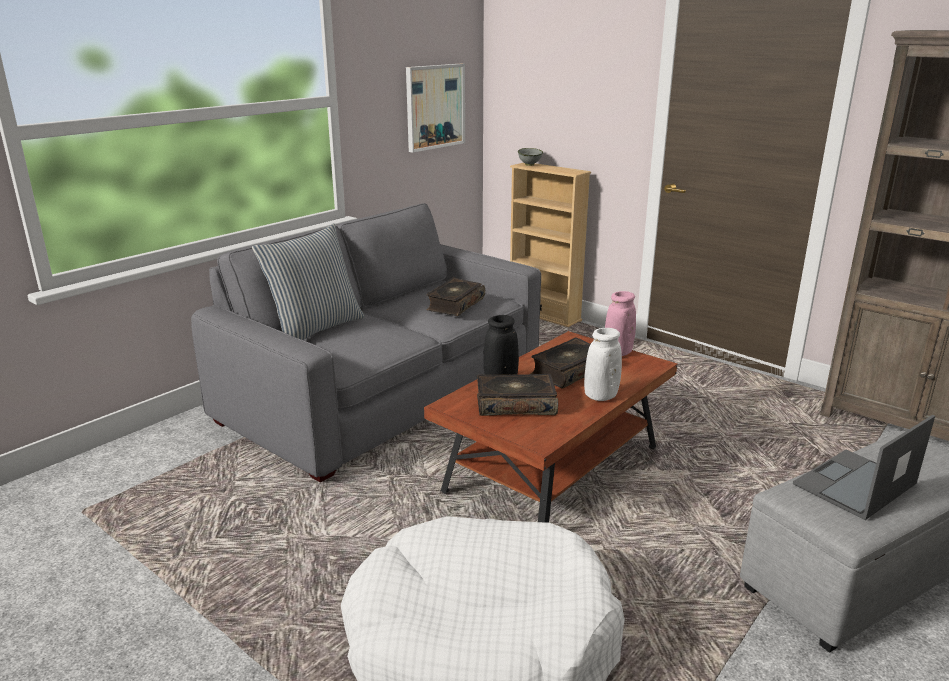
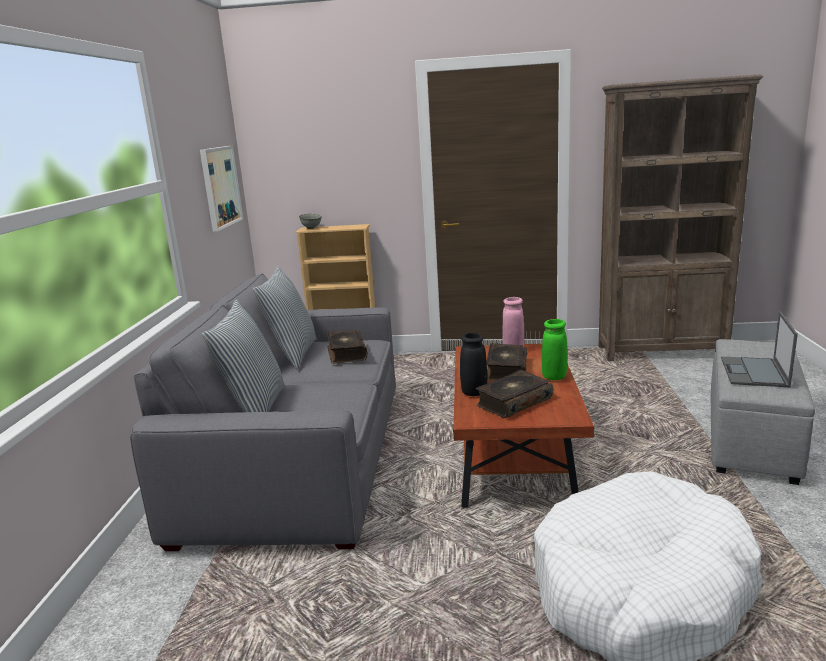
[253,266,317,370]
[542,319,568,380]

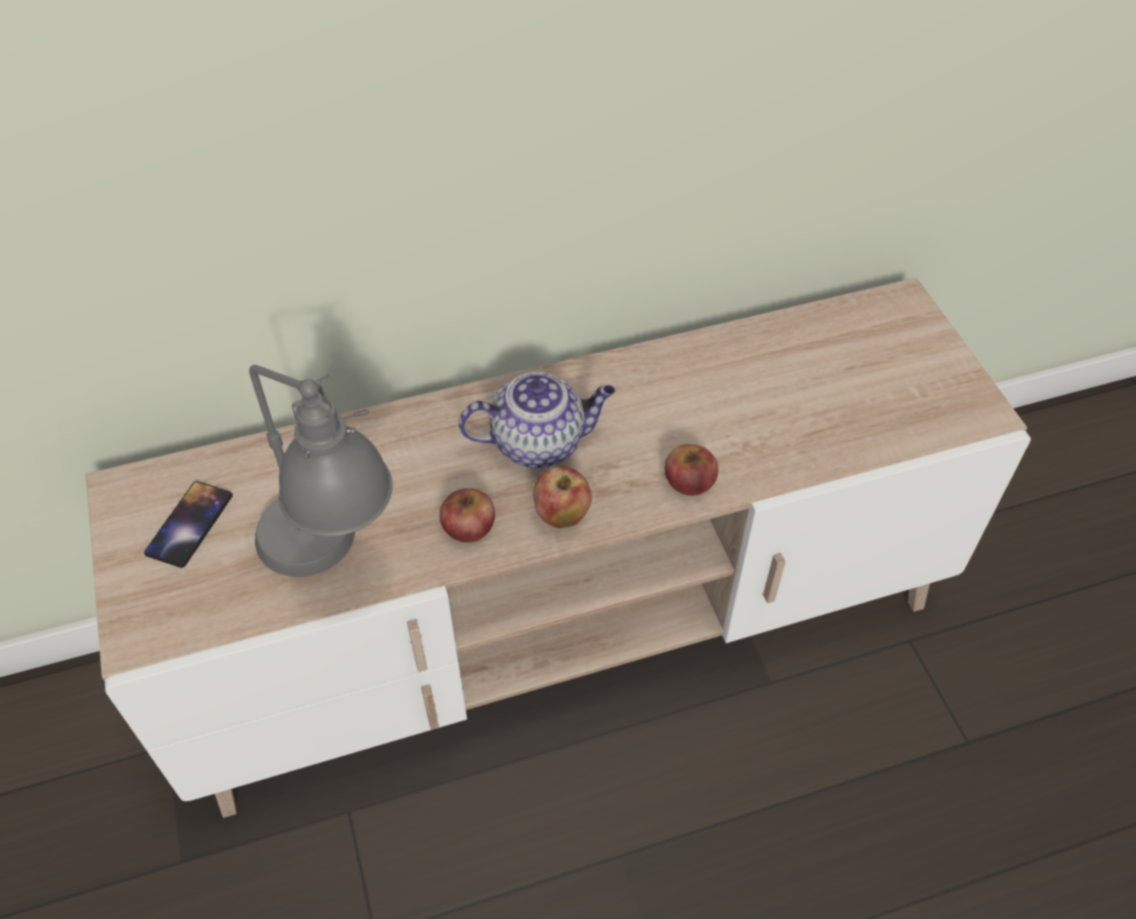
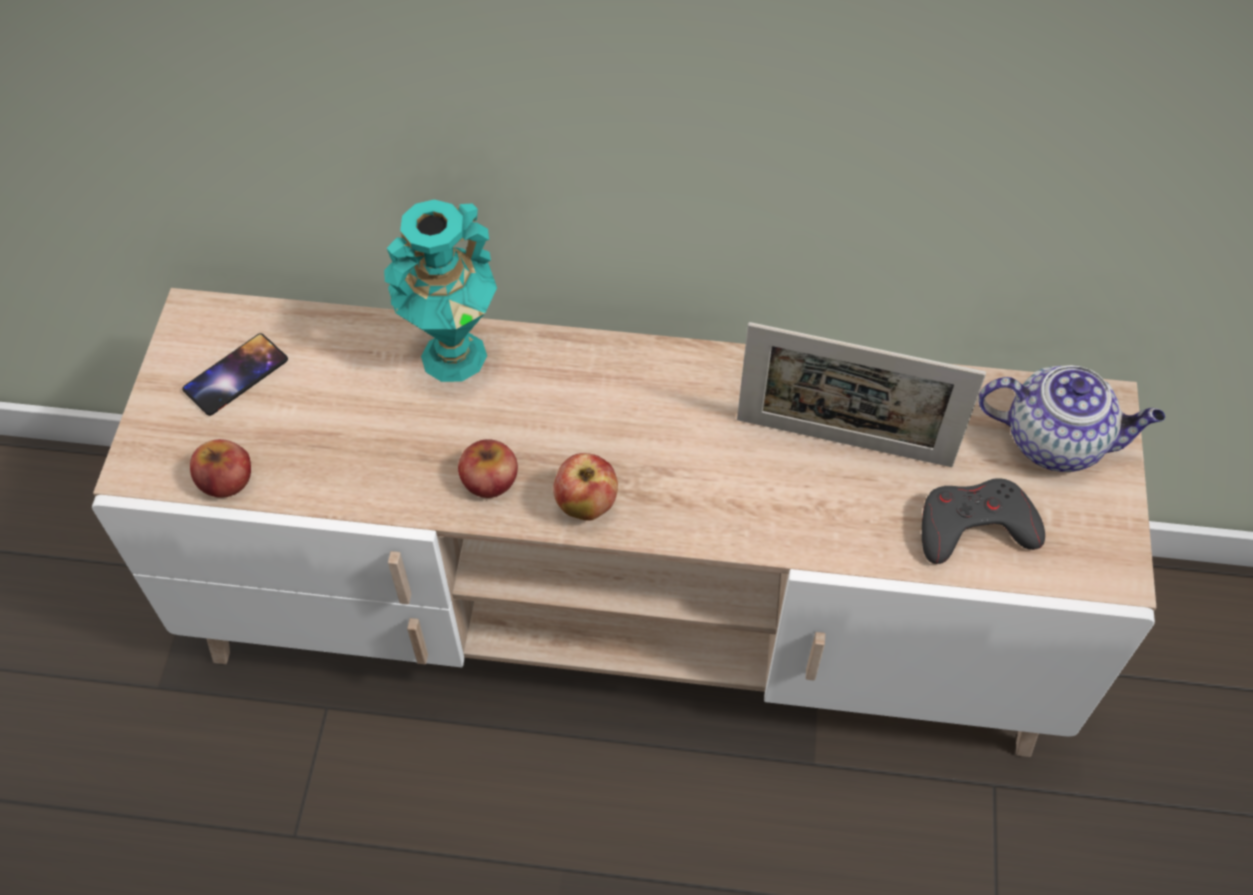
[249,365,393,577] (first image)
[384,199,497,382]
[737,322,986,467]
[922,478,1045,564]
[978,365,1165,472]
[190,439,251,498]

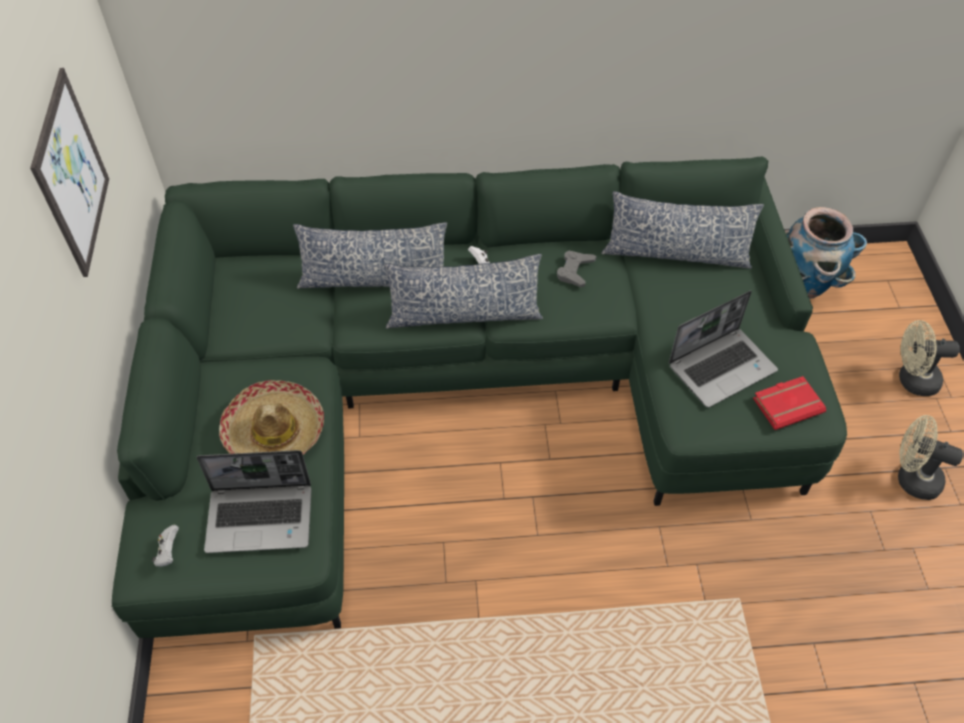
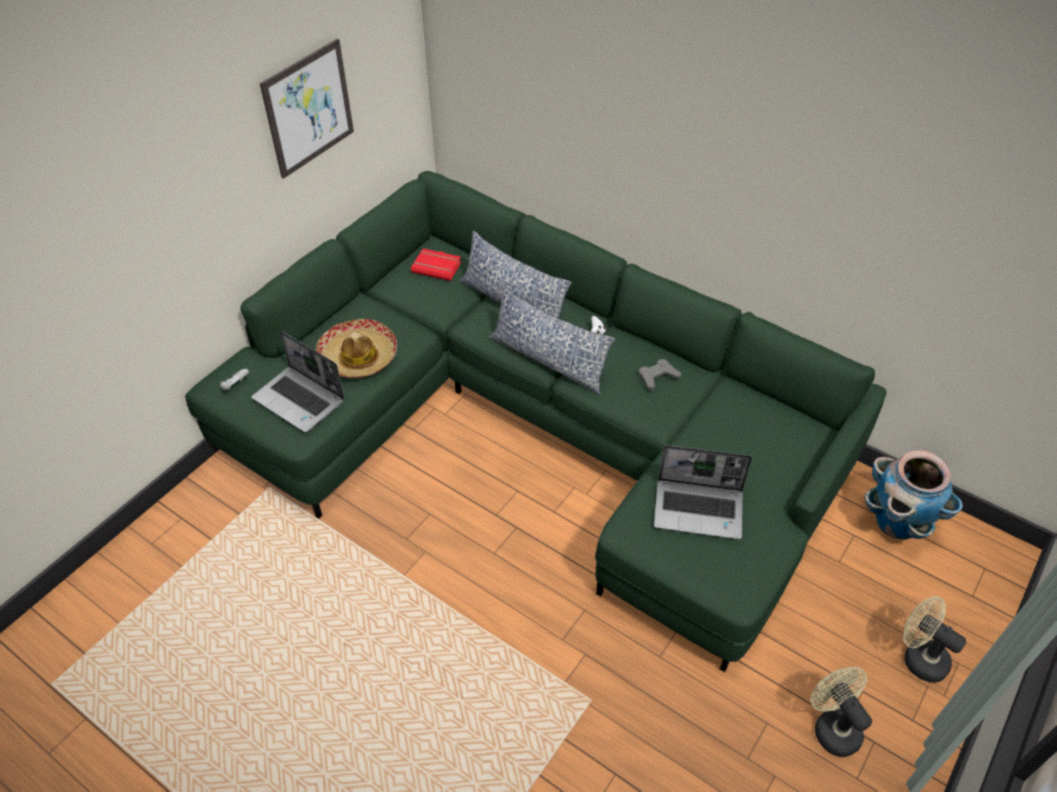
[601,191,764,269] (first image)
[411,249,461,281]

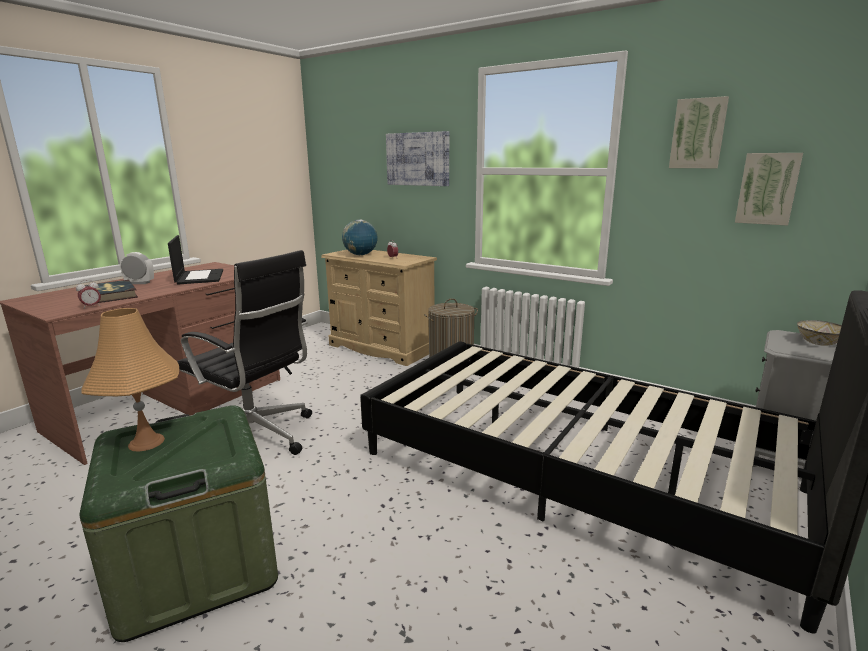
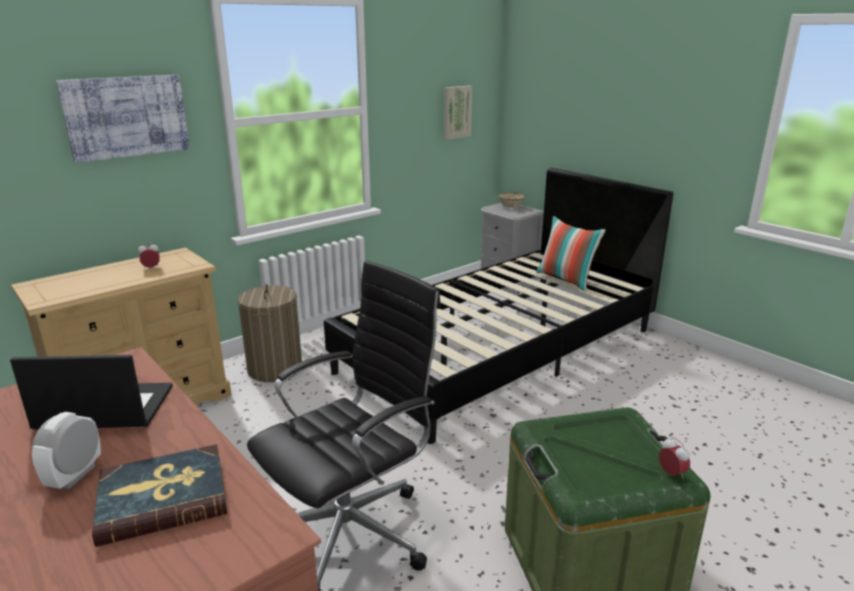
[81,308,179,452] (first image)
[342,219,378,255] (first image)
[669,96,729,168] (first image)
[536,216,606,291]
[659,437,690,479]

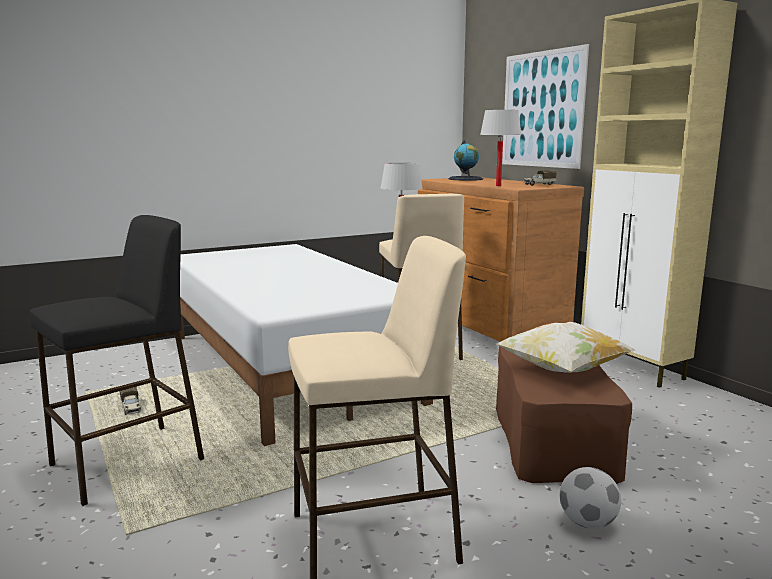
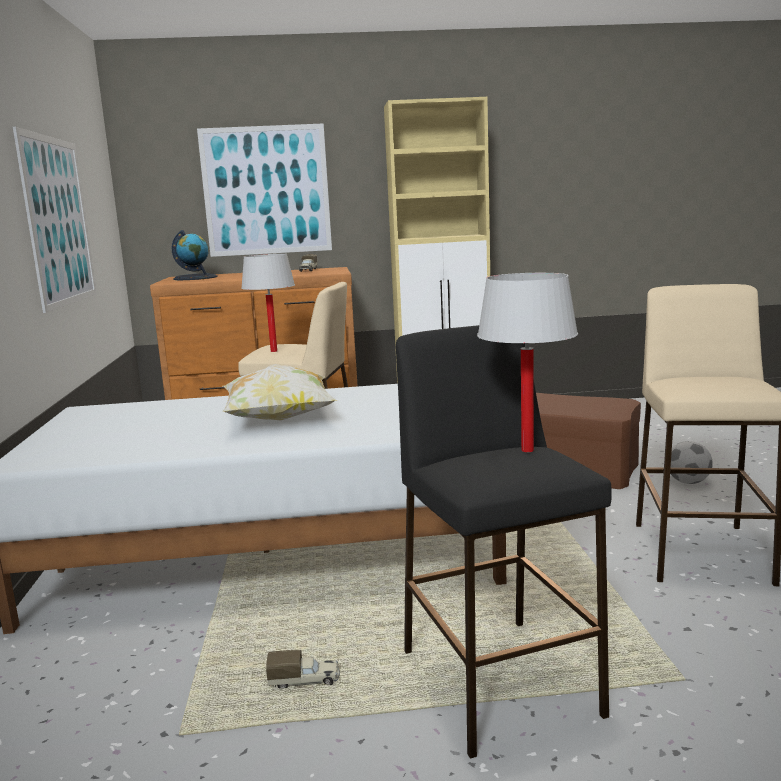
[13,127,97,313]
[477,273,578,452]
[222,364,337,420]

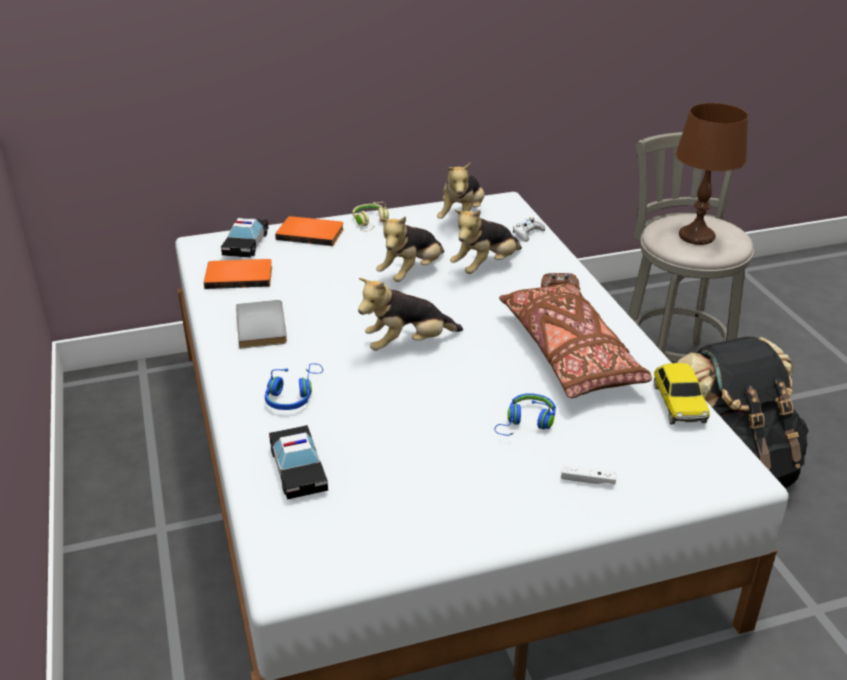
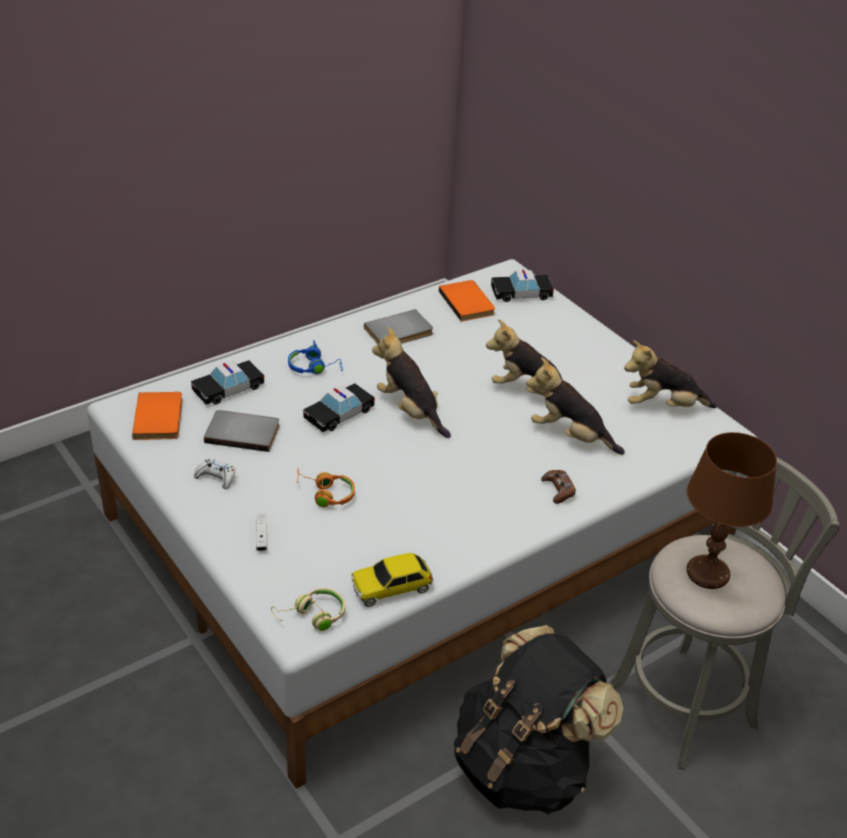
[499,283,652,398] (first image)
[204,410,280,452]
[303,383,375,432]
[132,392,182,440]
[271,588,345,631]
[194,459,235,489]
[297,470,355,507]

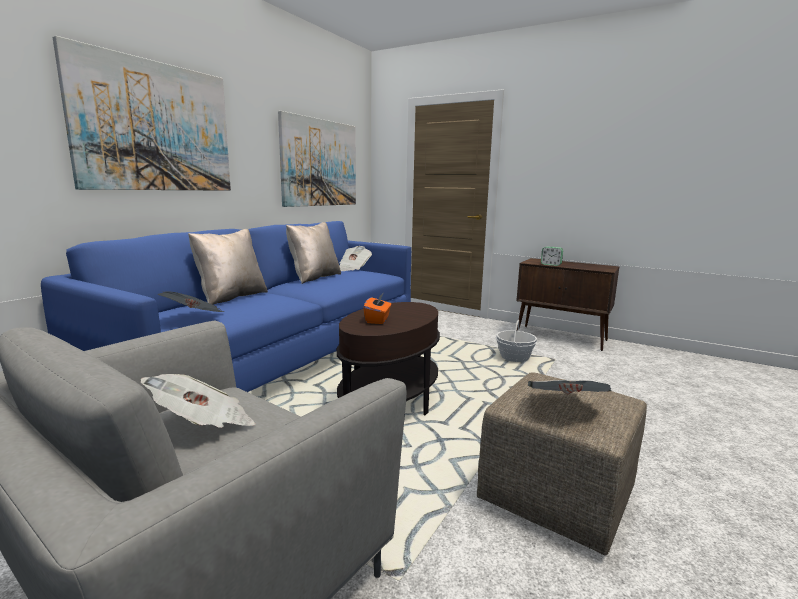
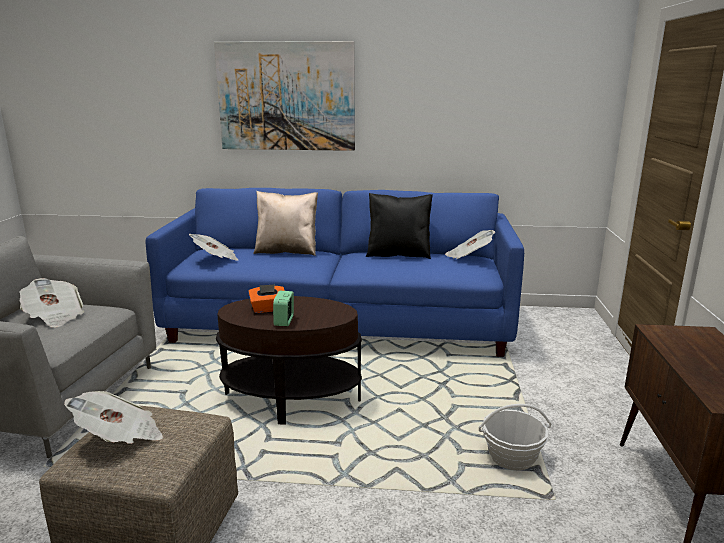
[278,111,356,207] (first image)
[273,291,294,326]
[366,193,433,259]

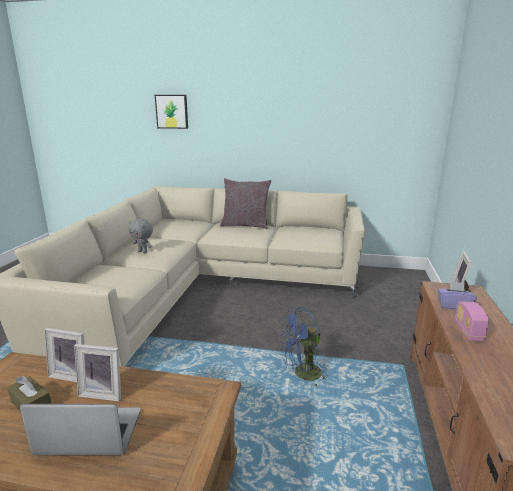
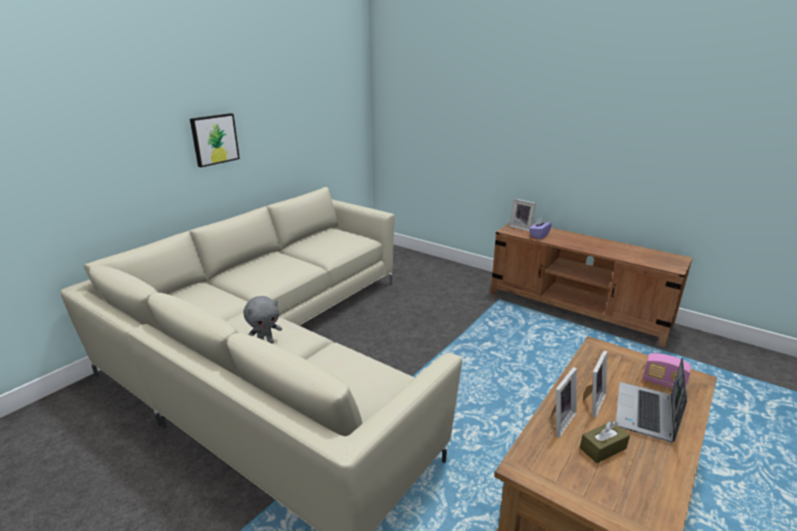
[220,178,271,229] (first image)
[279,307,329,386] (first image)
[190,113,240,167]
[643,353,691,389]

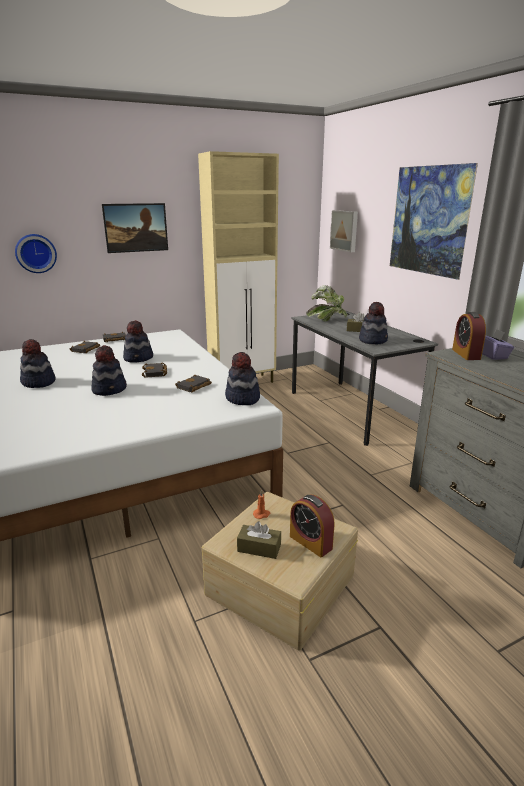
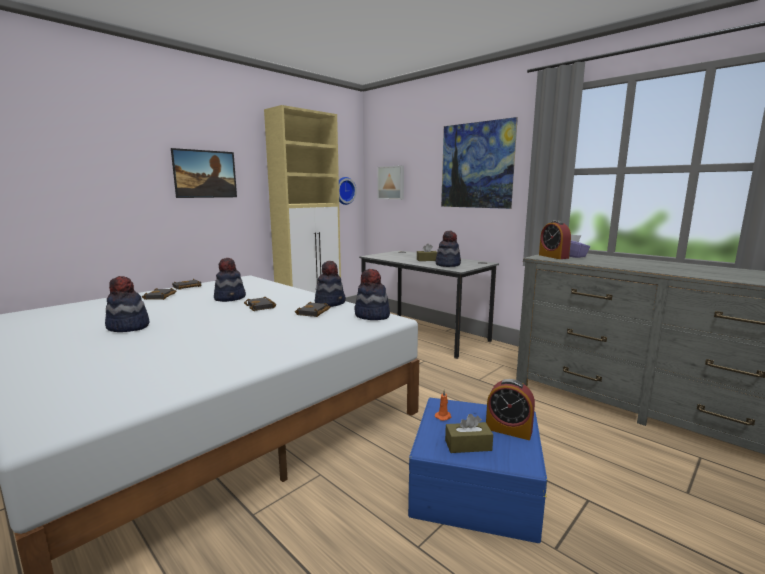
[306,285,348,321] (first image)
[339,177,357,205]
[315,261,346,307]
[408,398,547,543]

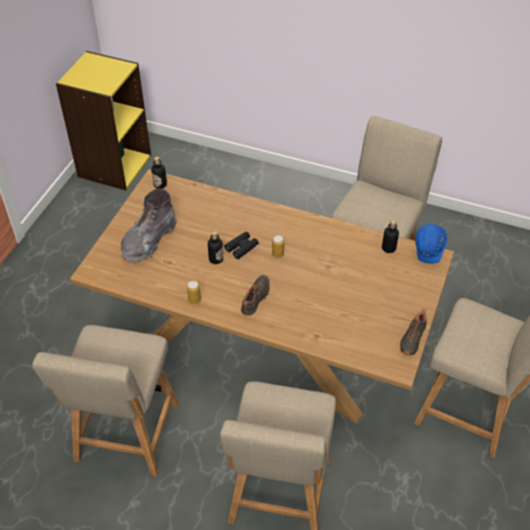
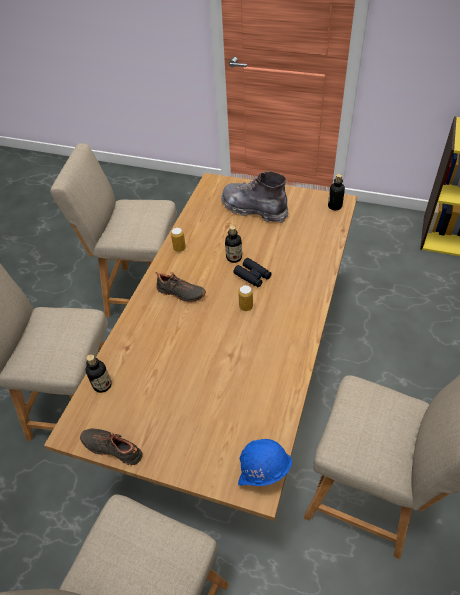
[85,354,112,393]

